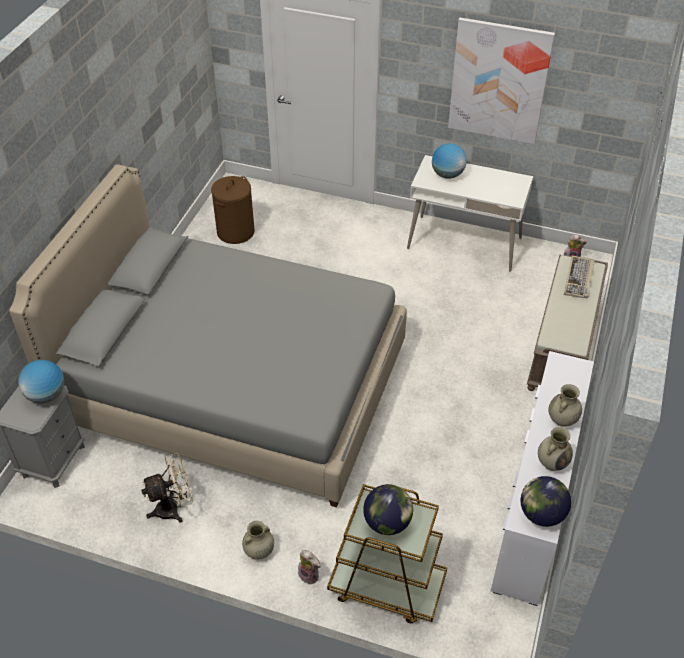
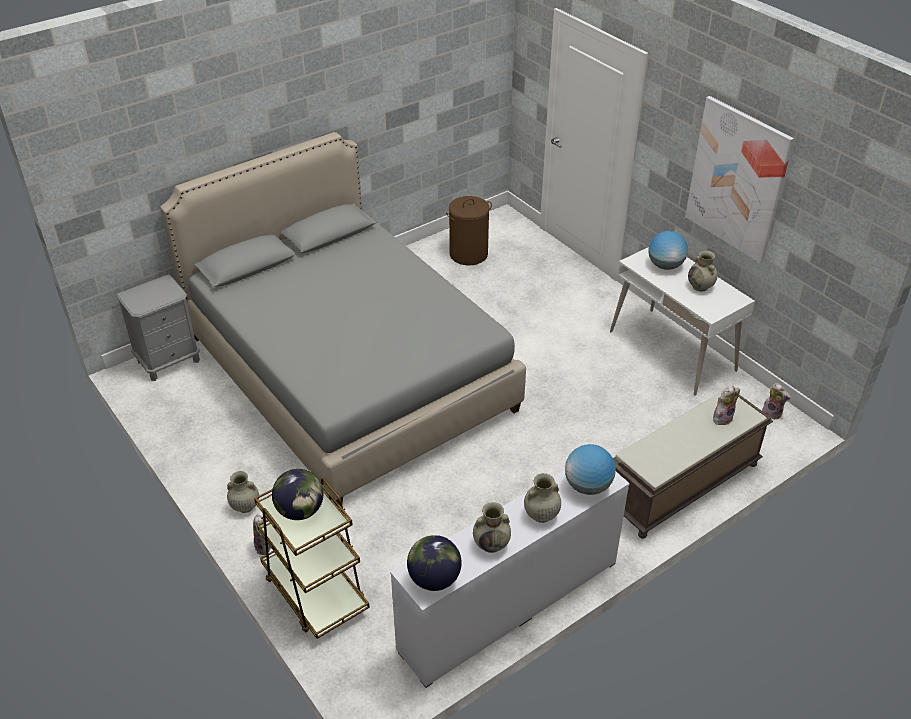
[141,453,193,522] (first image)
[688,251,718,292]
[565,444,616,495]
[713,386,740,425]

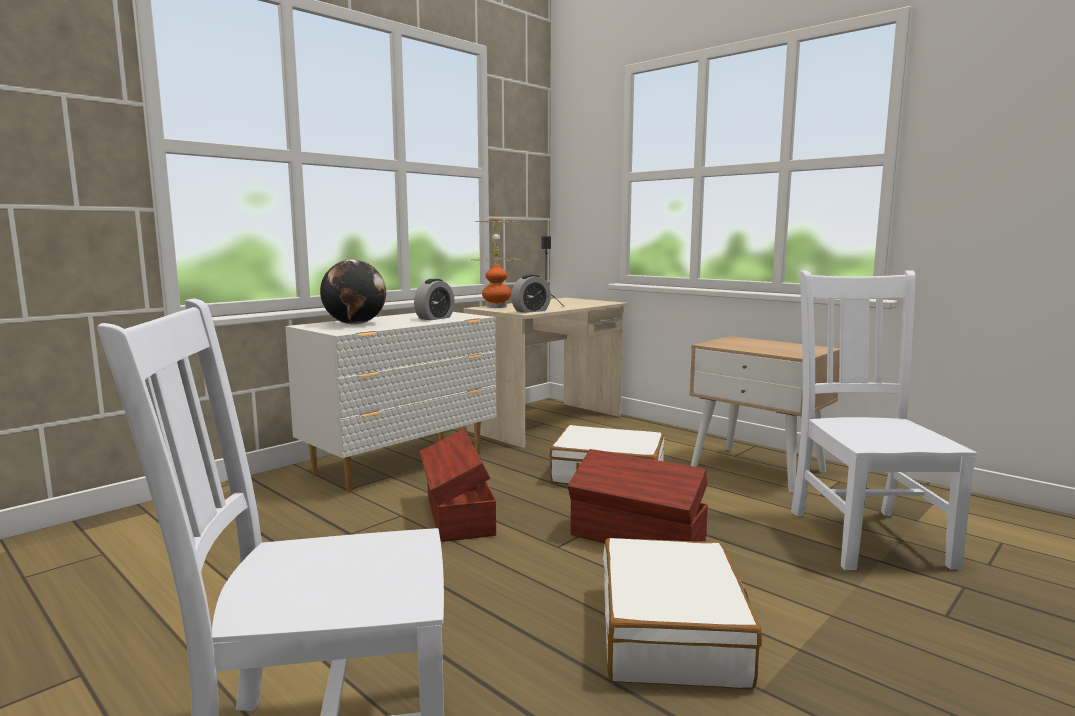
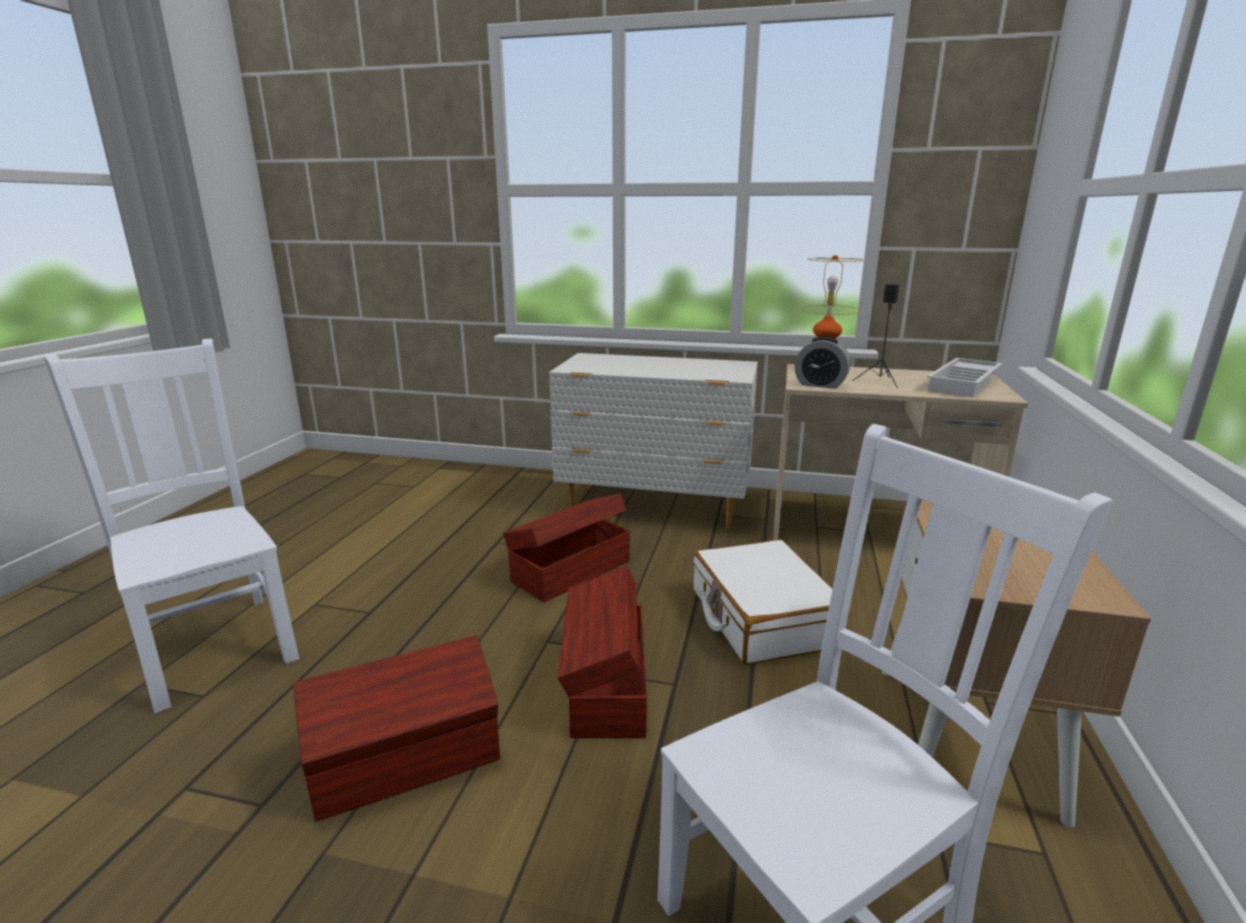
[320,260,386,324] (first image)
[414,279,455,320] (first image)
[927,358,1003,398]
[294,635,500,821]

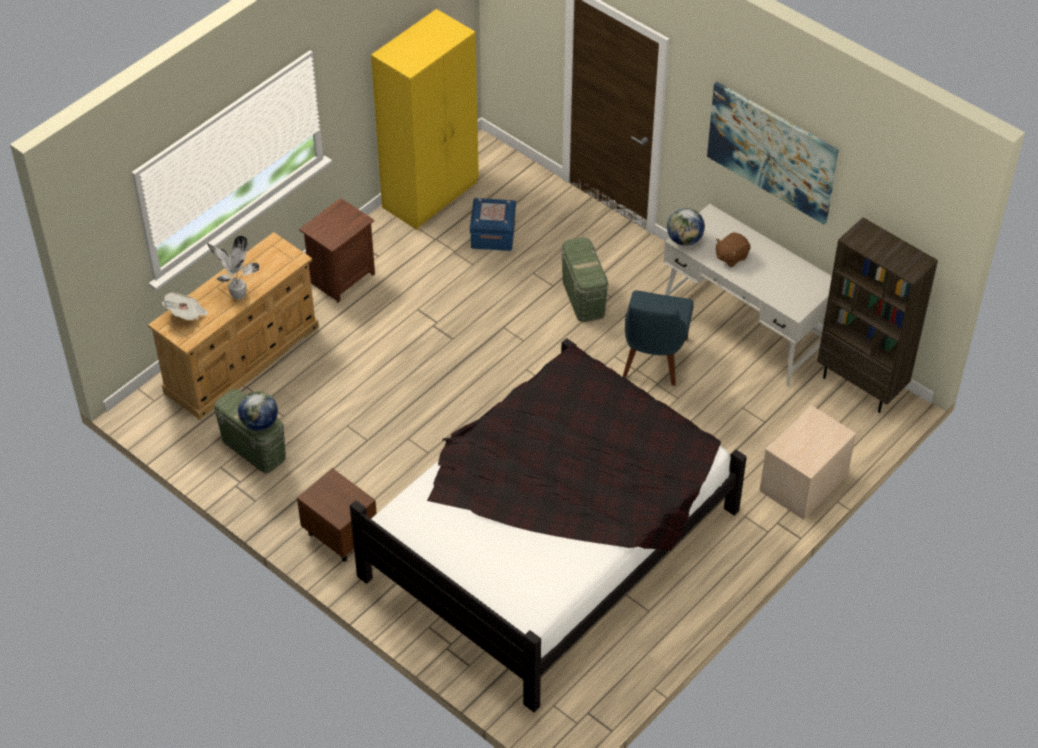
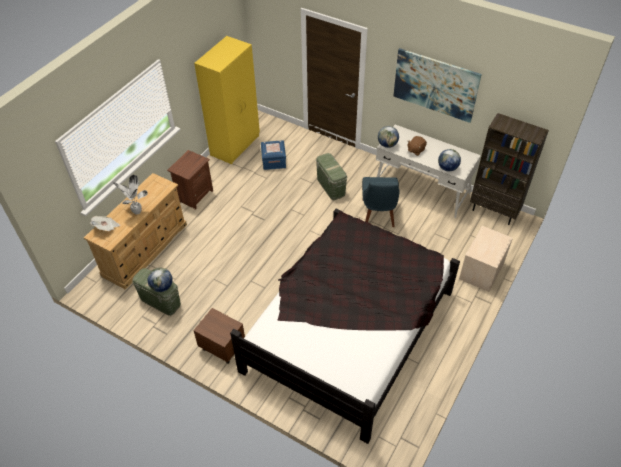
[438,149,461,171]

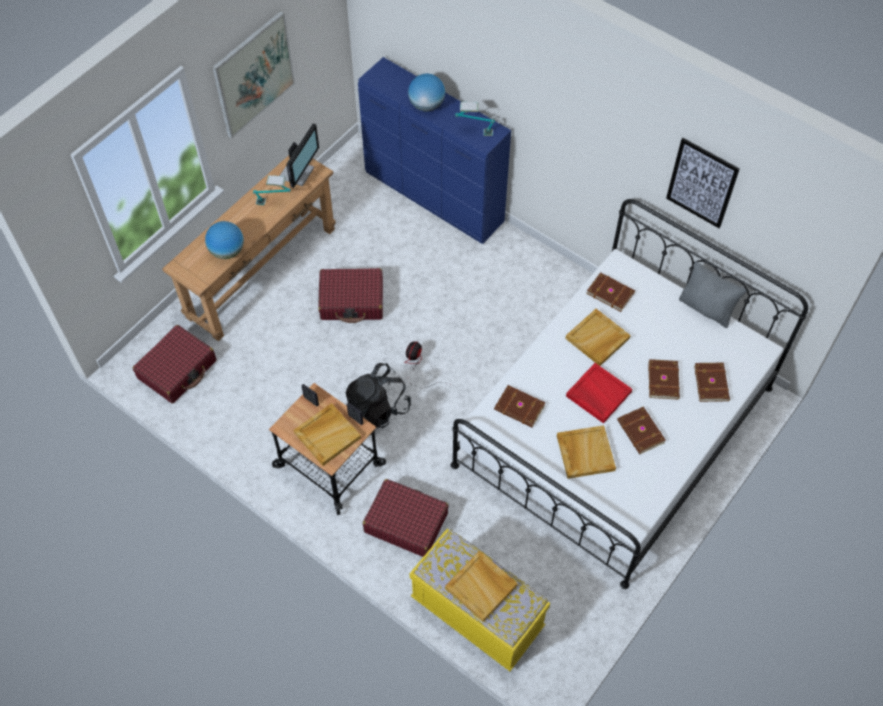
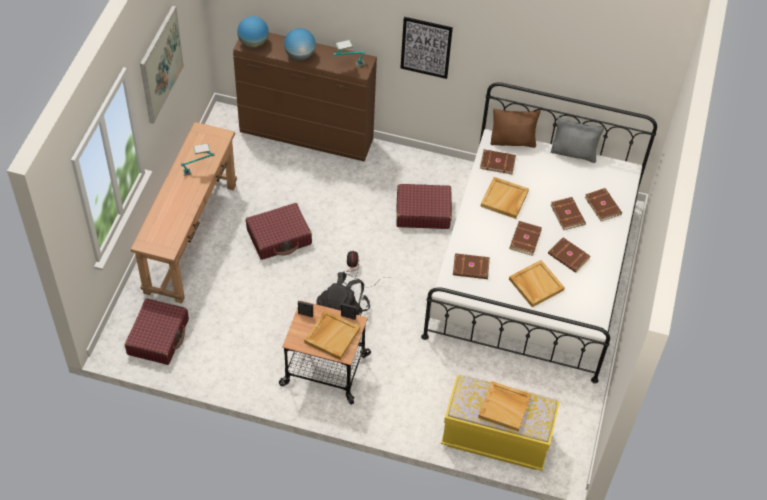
[280,123,319,188] (first image)
[491,109,541,148]
[237,16,269,48]
[396,184,452,229]
[401,17,453,79]
[509,221,542,256]
[233,32,377,161]

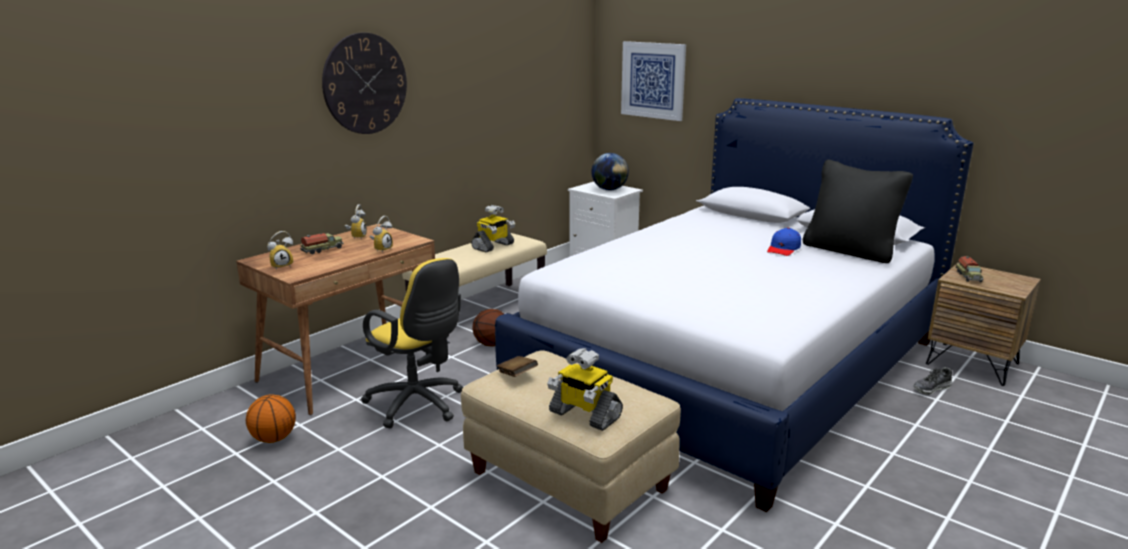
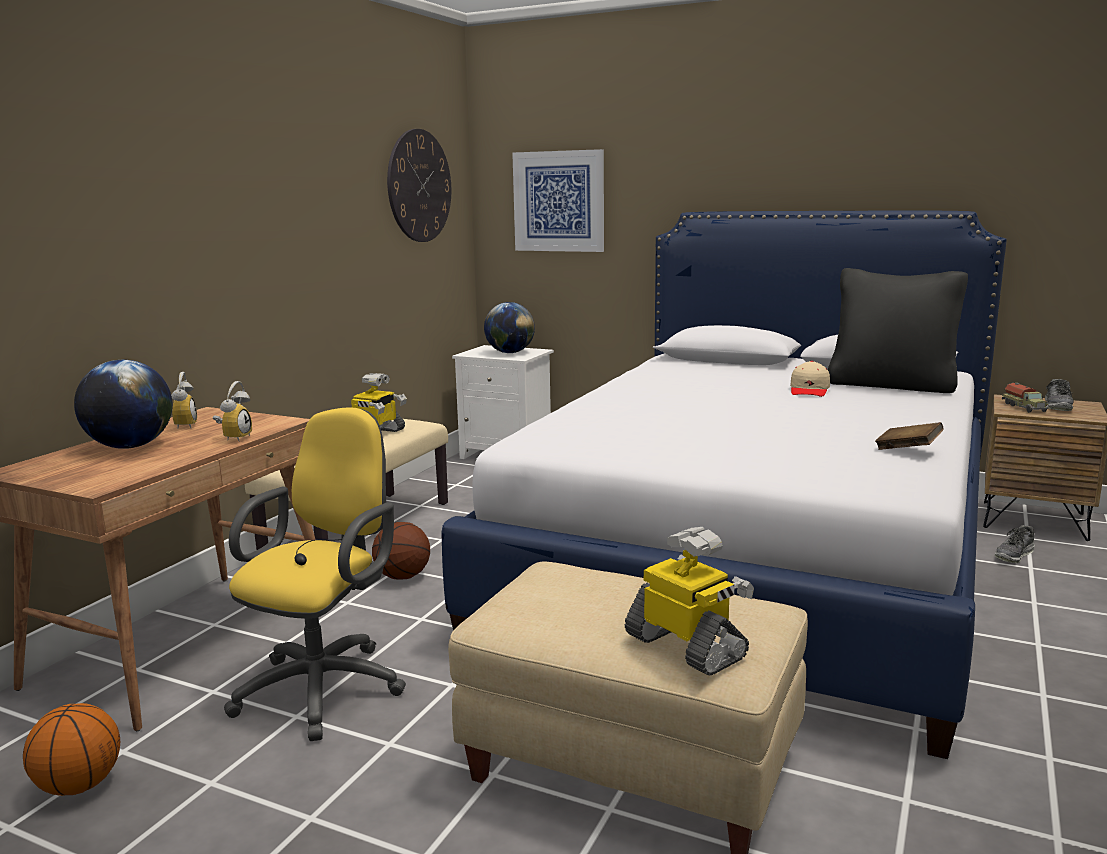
[267,231,293,270] (first image)
[1045,379,1074,411]
[387,129,451,242]
[875,422,944,450]
[74,360,173,449]
[790,361,830,397]
[224,407,406,741]
[625,527,754,675]

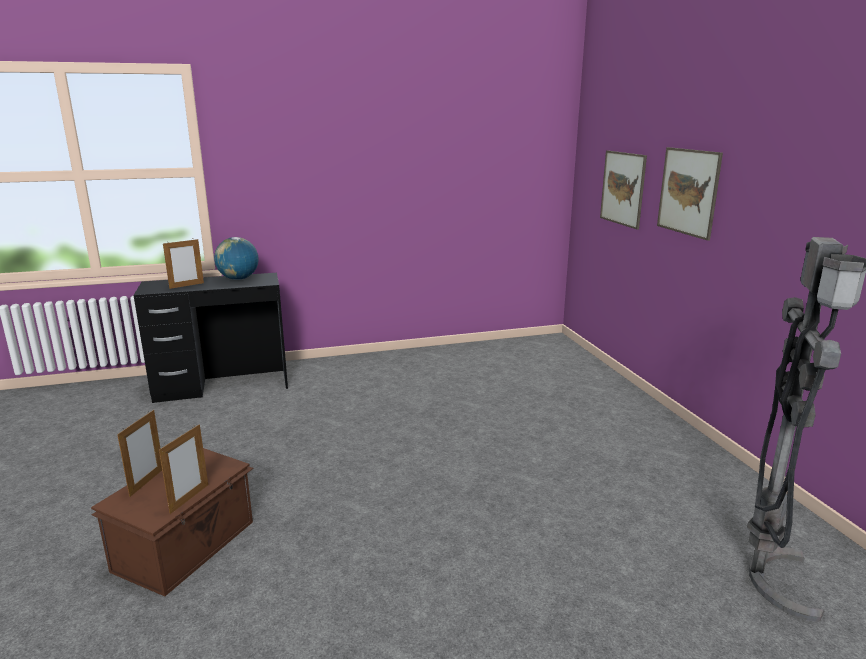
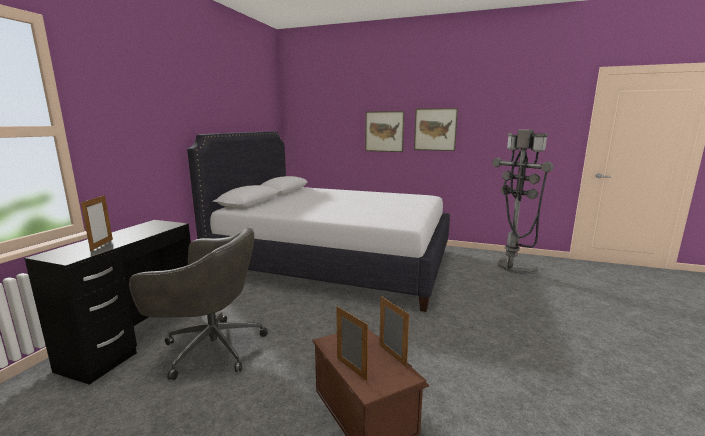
[214,237,259,280] (first image)
[129,228,268,380]
[187,131,450,312]
[414,108,458,151]

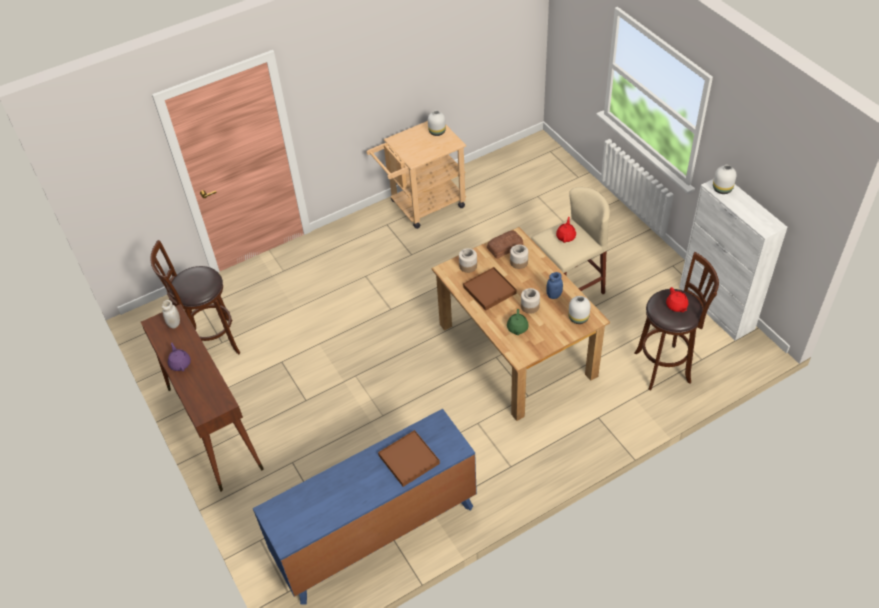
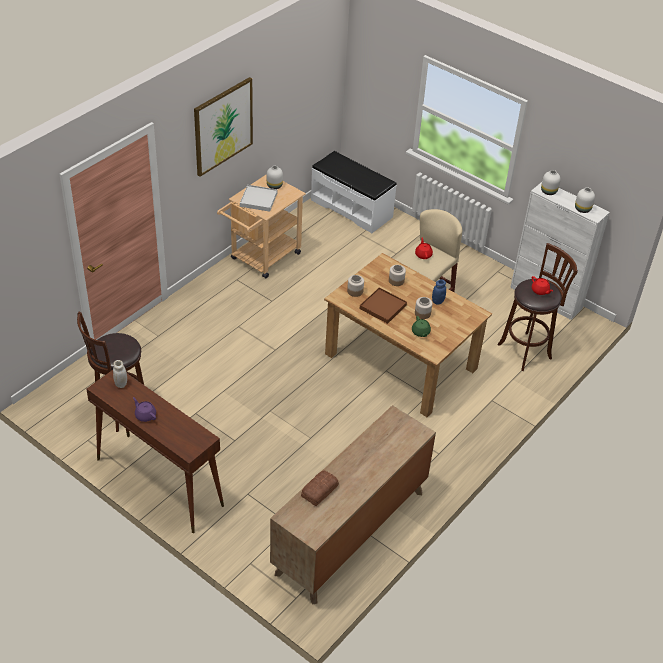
[378,430,440,487] (first image)
[194,77,253,177]
[240,185,277,212]
[311,151,397,233]
[301,470,339,506]
[575,187,595,213]
[270,405,436,605]

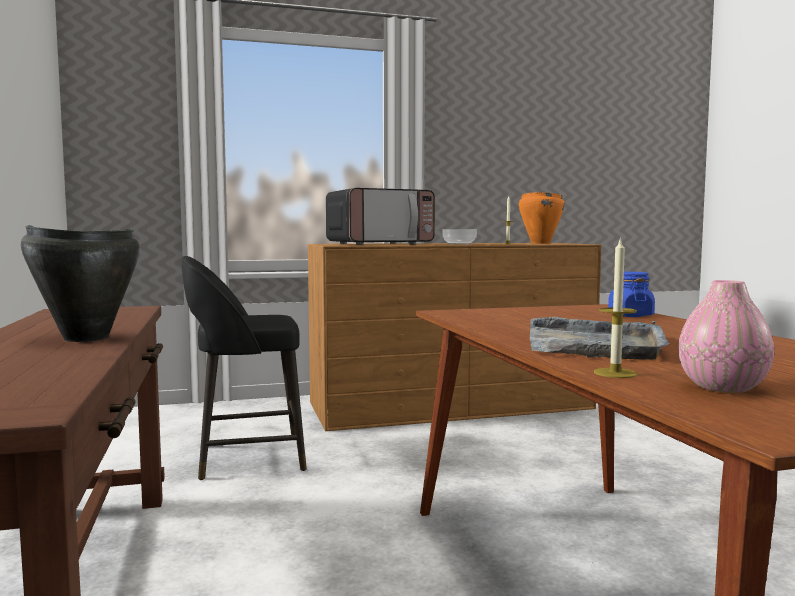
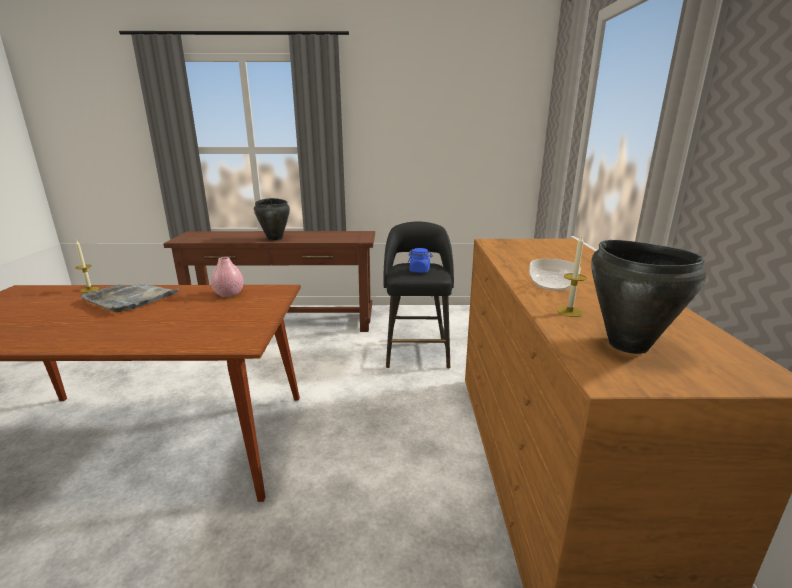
[326,188,435,245] (first image)
[408,248,433,273]
[211,257,243,297]
[591,240,706,354]

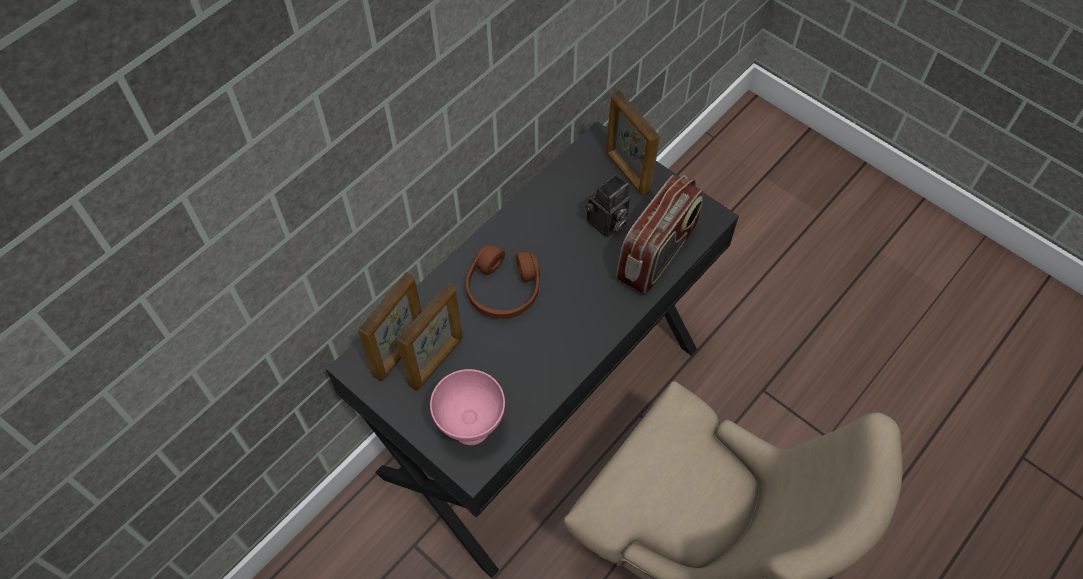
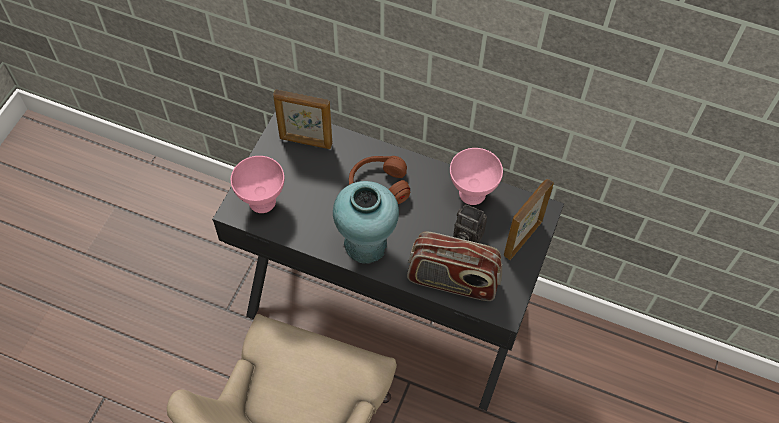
[397,283,463,390] (first image)
[333,181,399,264]
[450,148,503,205]

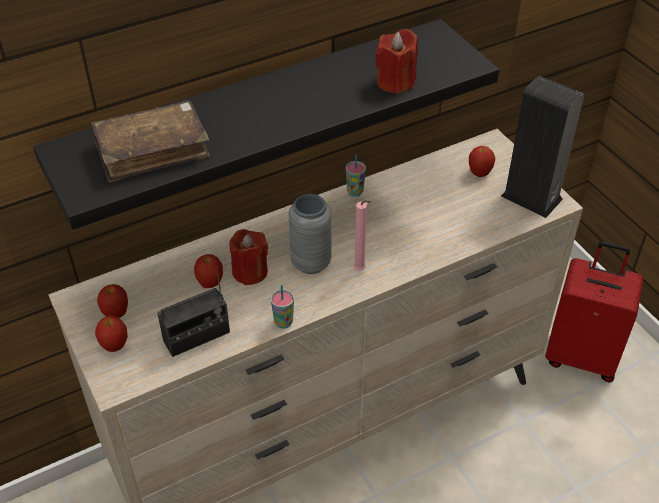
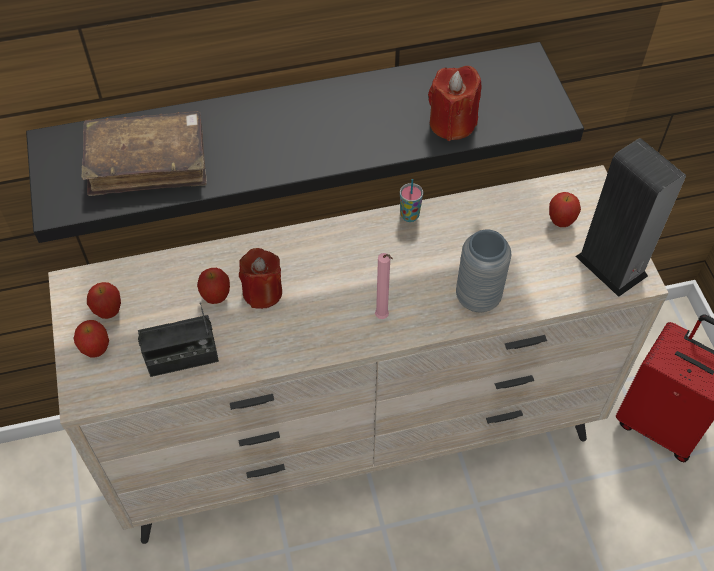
[271,285,294,329] (first image)
[456,230,511,312]

